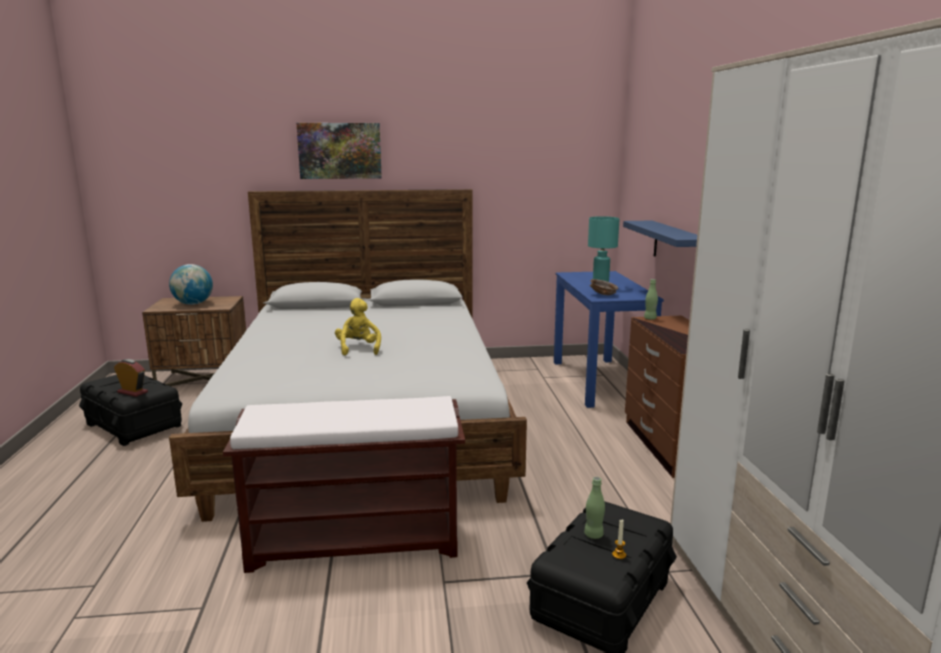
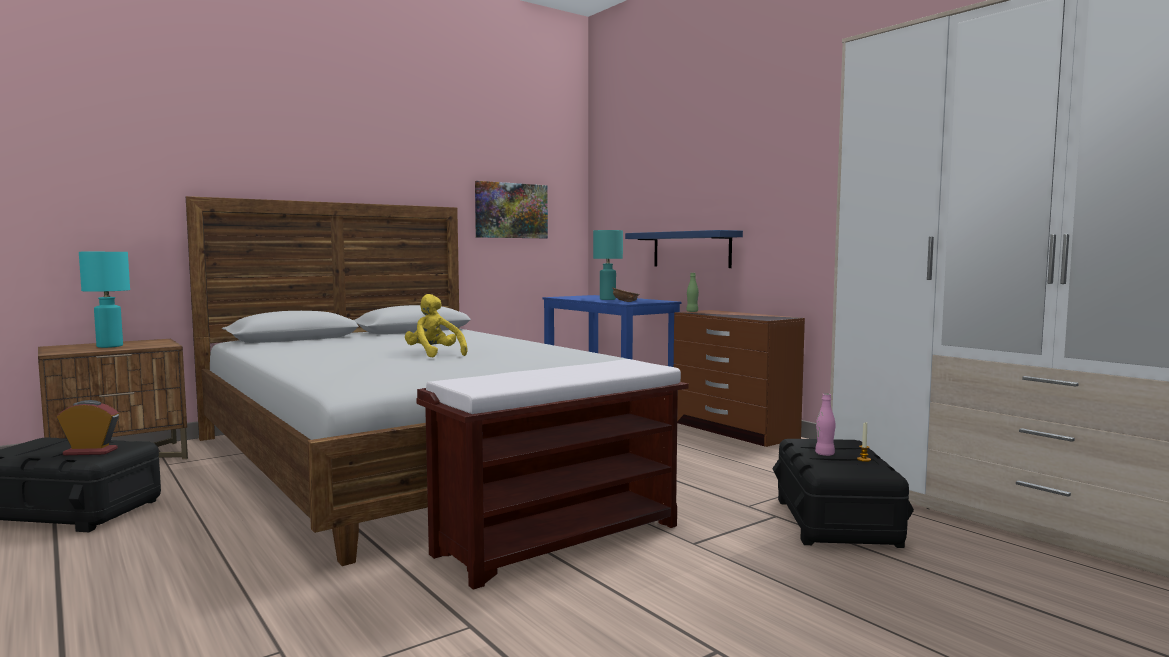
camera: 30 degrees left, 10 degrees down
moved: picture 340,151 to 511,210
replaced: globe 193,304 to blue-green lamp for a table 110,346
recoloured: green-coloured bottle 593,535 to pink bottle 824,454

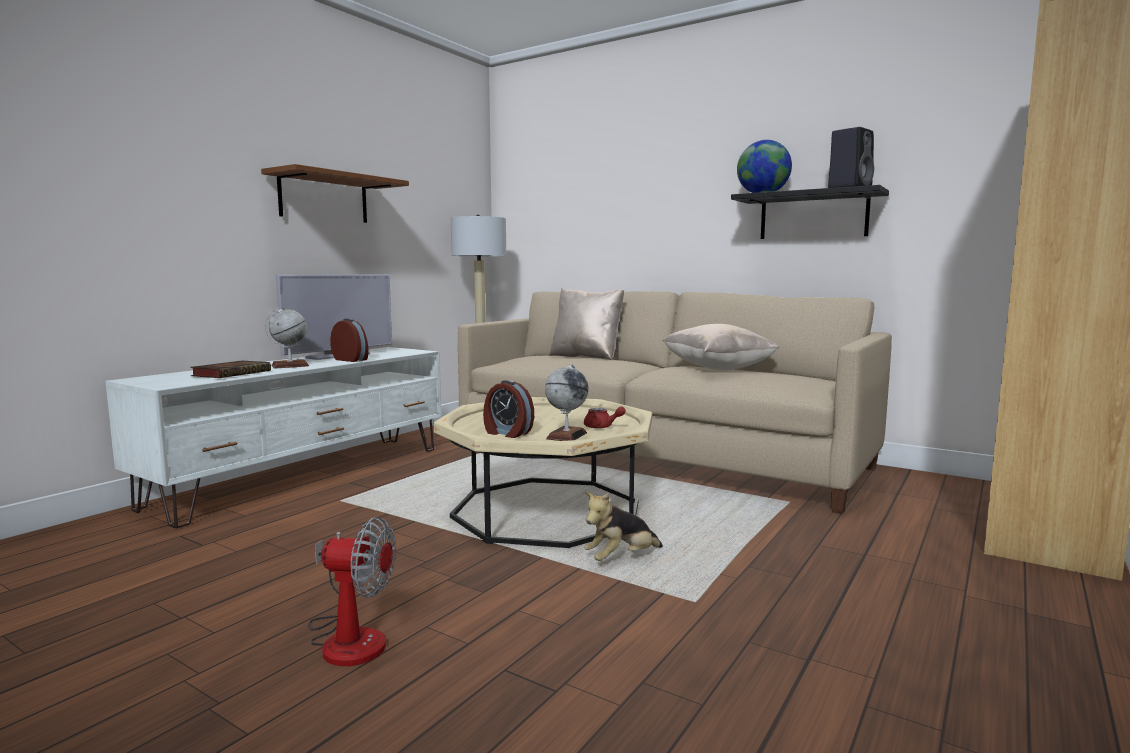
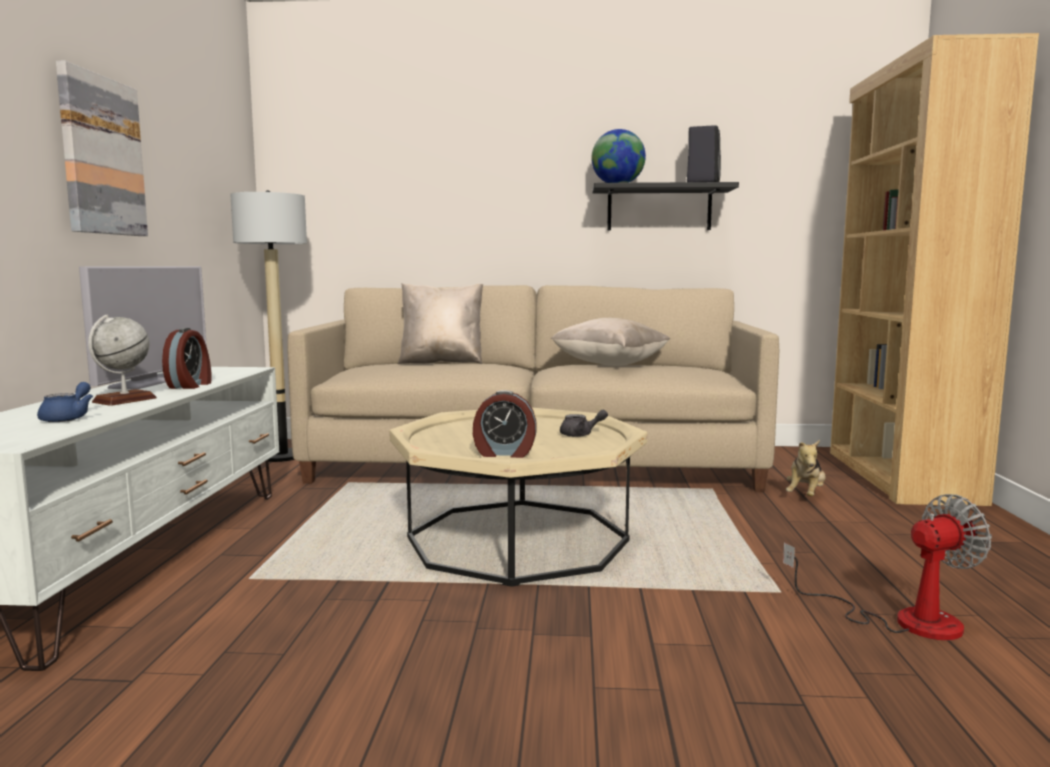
camera: 30 degrees left, 0 degrees up
removed: globe 566,436
moved: cooling fan 349,637 to 903,620; soft toy 621,559 to 806,495
replaced: bound book 233,373 to blue-coloured tea pot 68,418; brown bracket shelf 324,198 to picture 101,156
recoloured: red tea pot 602,427 to gray tea pot 581,435
turned: alarm clock 351,360 = 190,385 90 degrees clockwise

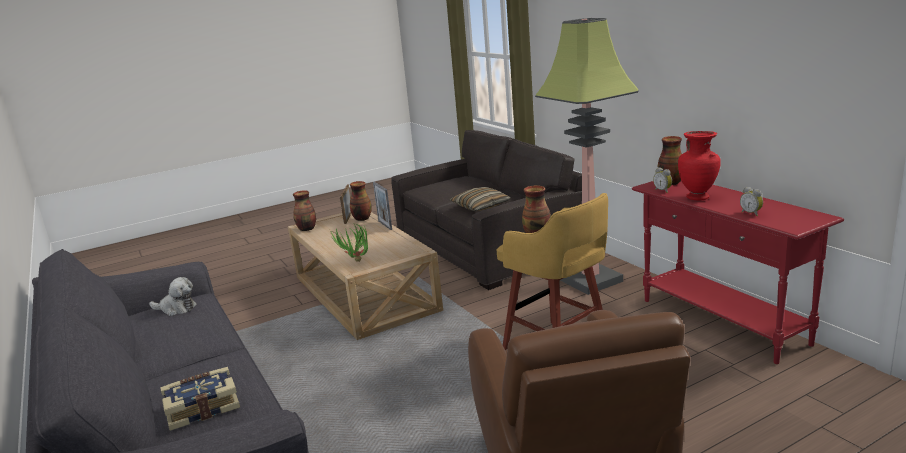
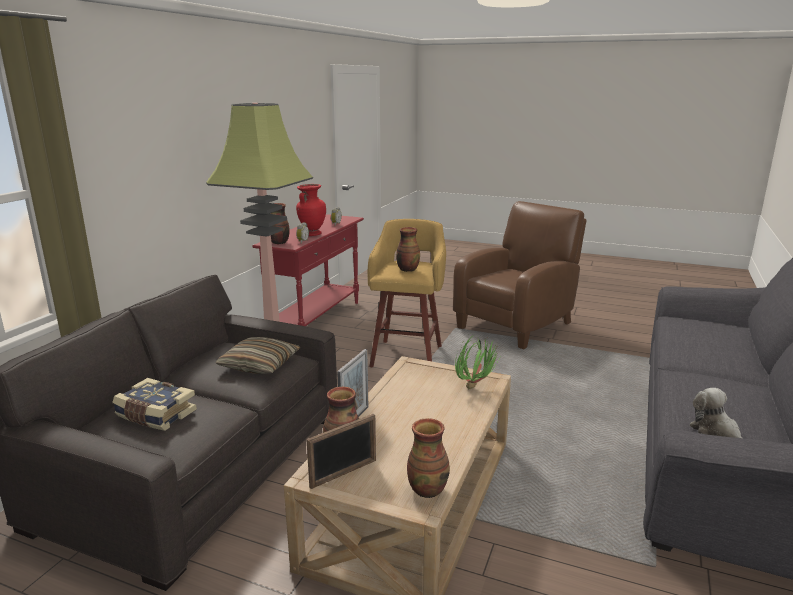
camera: 130 degrees left, 0 degrees up
moved: bound book 202,407 to 155,415

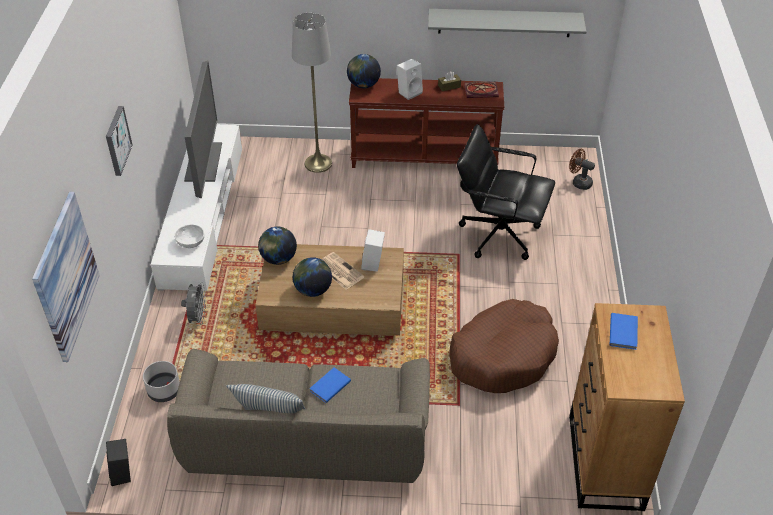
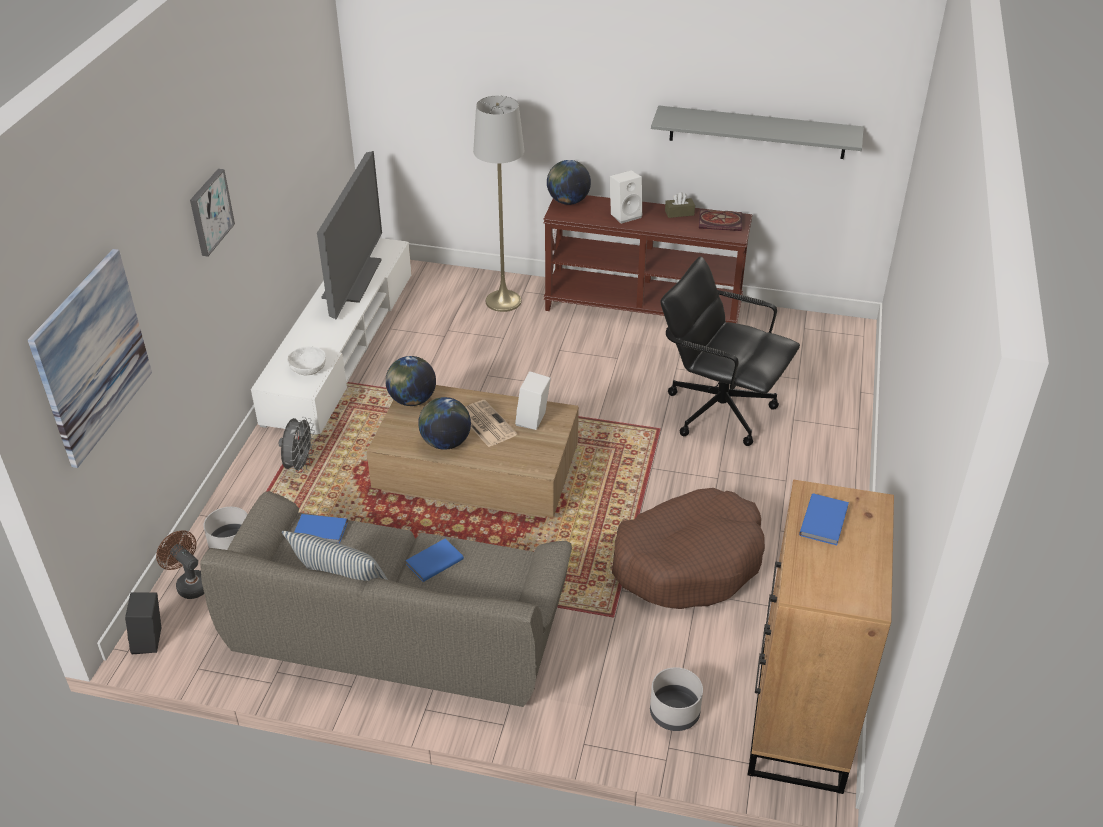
camera: 10 degrees right, 5 degrees down
added: blue-coloured bound book 321,531; gray planter 674,713
moved: brown cooling fan 579,182 to 190,584

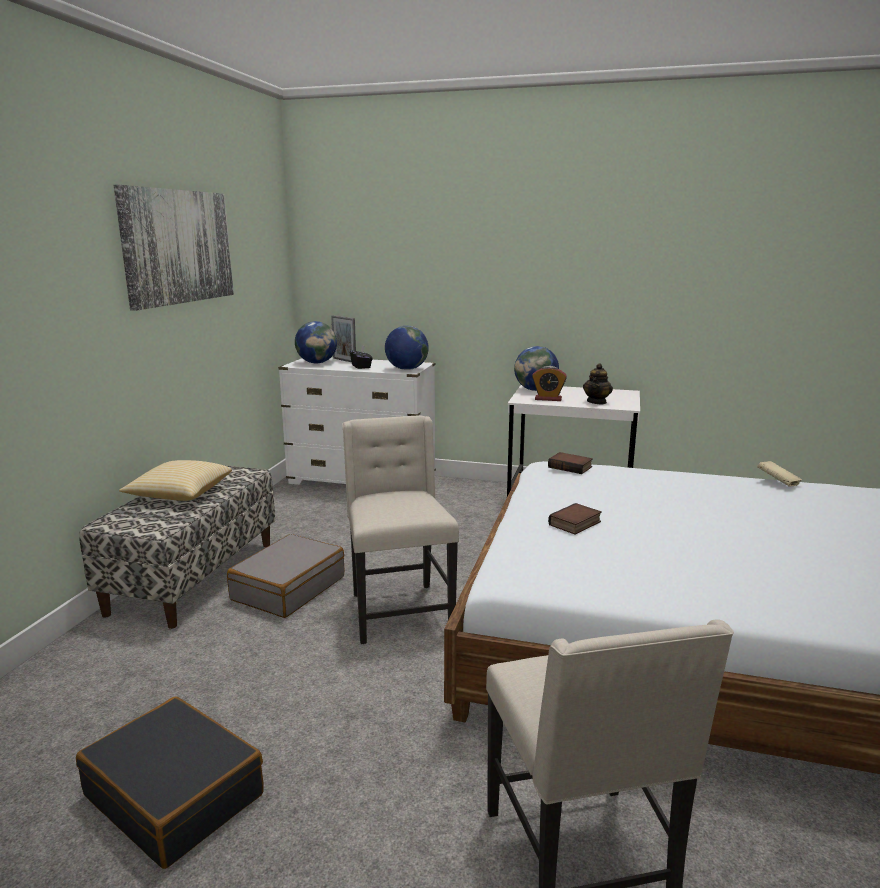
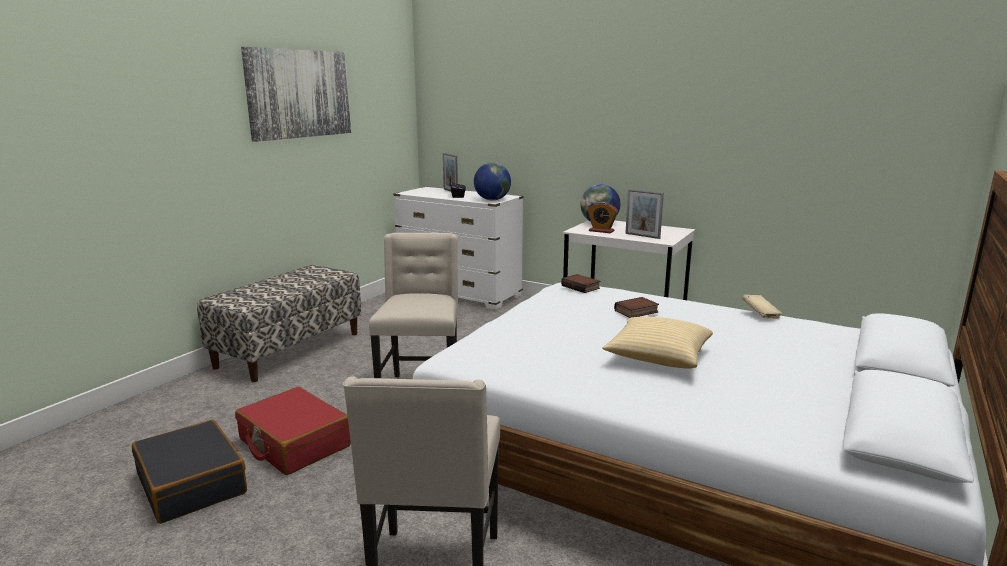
camera: 15 degrees right, 0 degrees up
removed: gray piece of luggage 288,588; globe 317,363
added: red piece of luggage 294,443
moved: throw pillow 180,494 to 658,357; bound book 575,524 to 636,312
replaced: tea pot 597,402 to picture frame 642,236

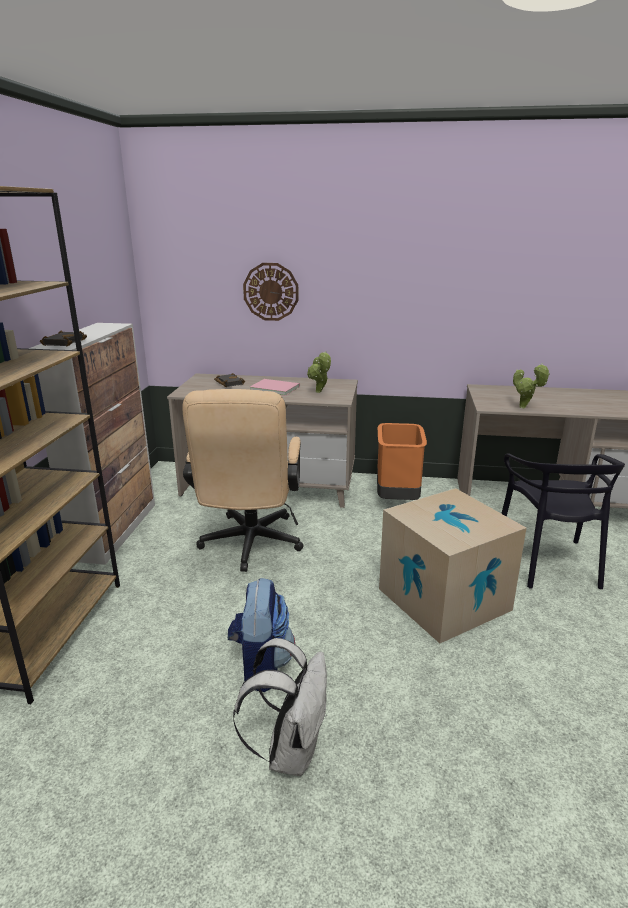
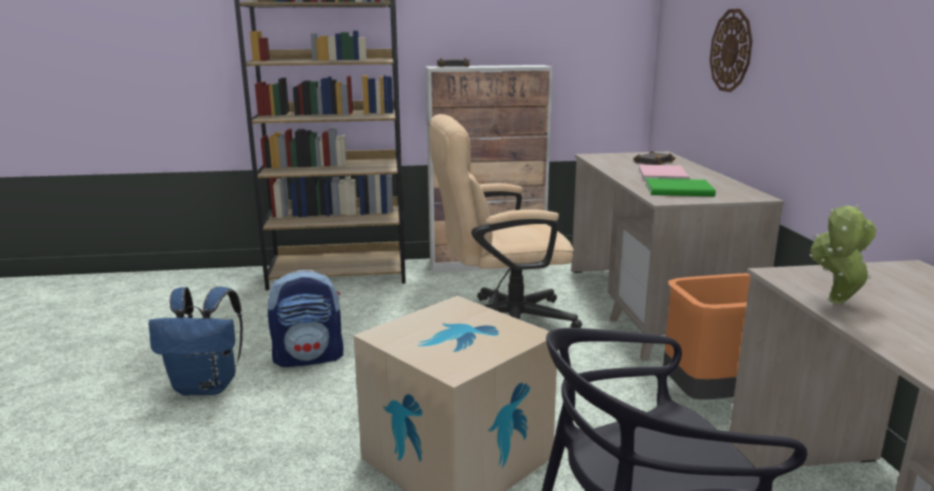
camera: 75 degrees right, 5 degrees down
replaced: potted plant 319,392 to green-coloured bound book 681,190
recoloured: whitish rucksack 290,750 to blue-coloured rucksack 208,386

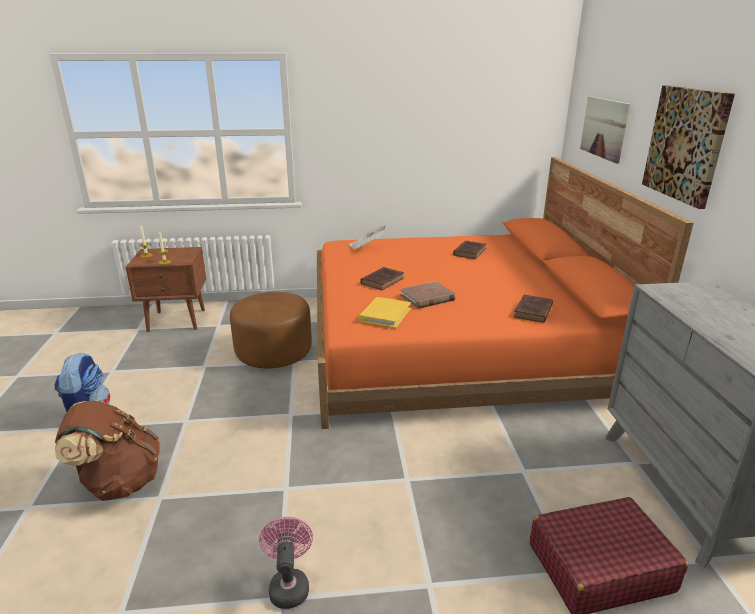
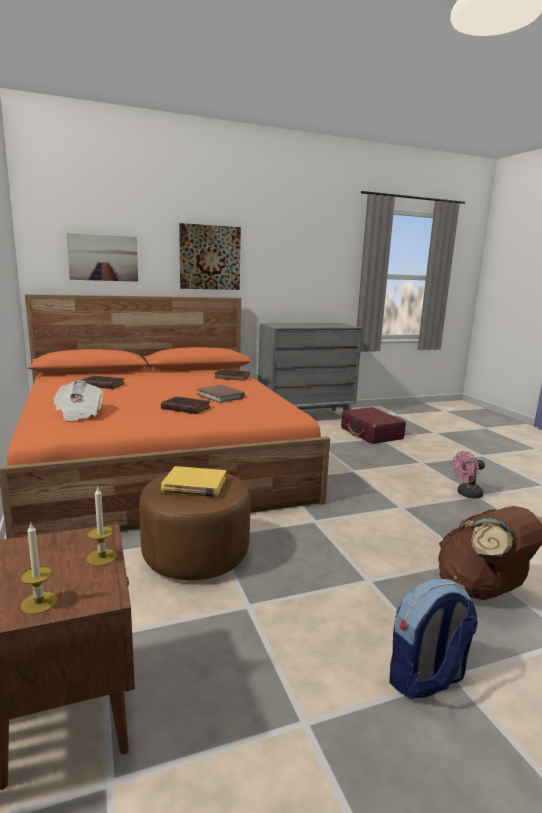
camera: 105 degrees left, 10 degrees down
moved: yellow bound book 385,315 to 194,485

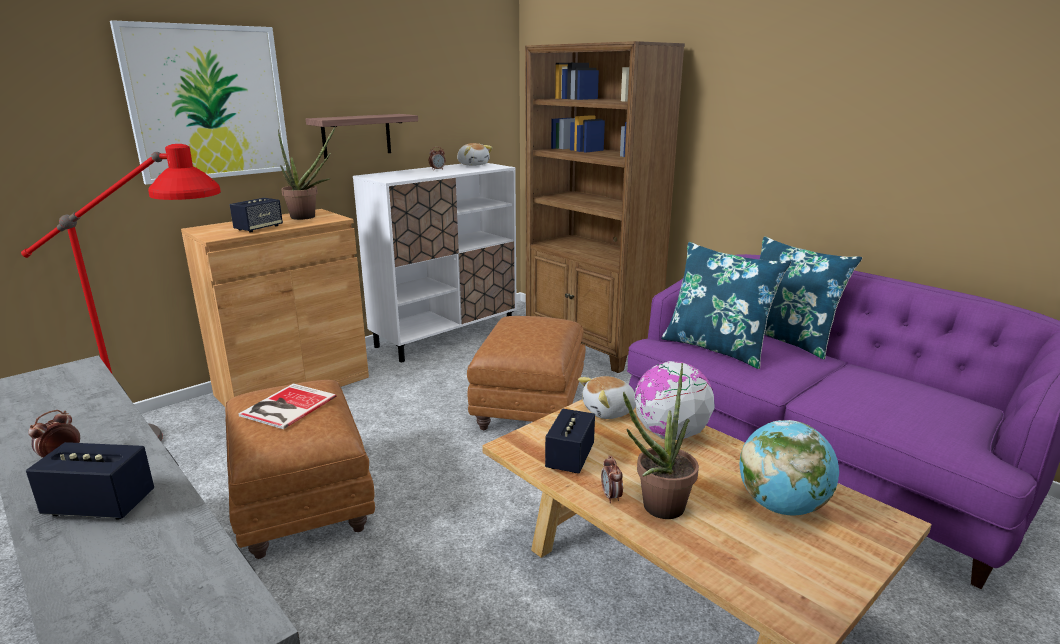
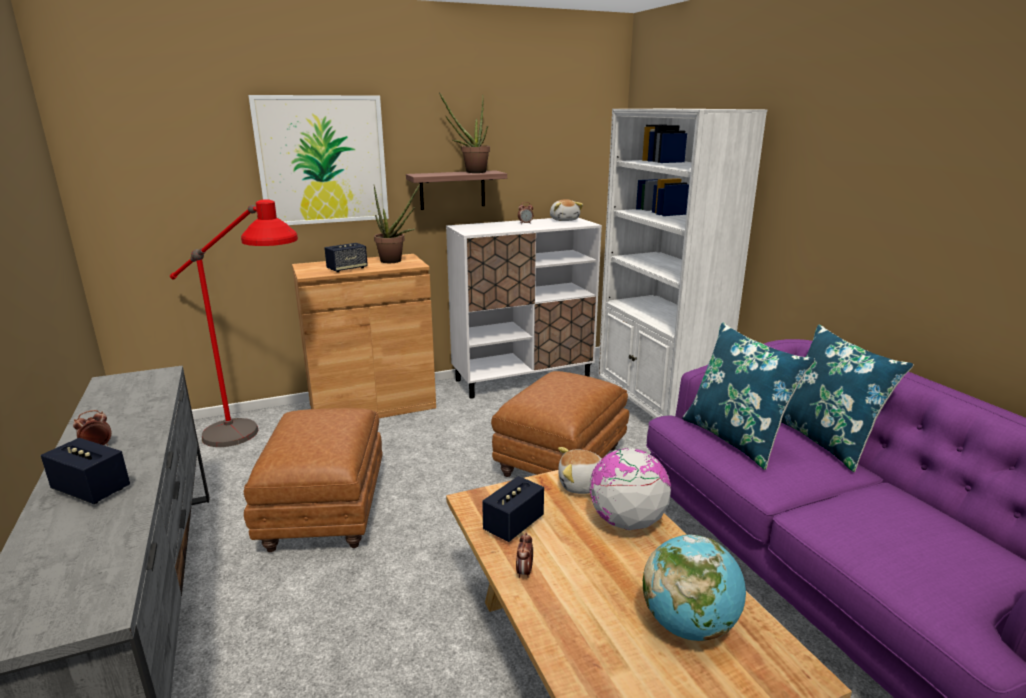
camera: 20 degrees right, 0 degrees up
removed: bound book 286,406
moved: potted plant 657,510 to 471,172
recoloured: brown bookshelf 591,346 to whitish bookshelf 656,409

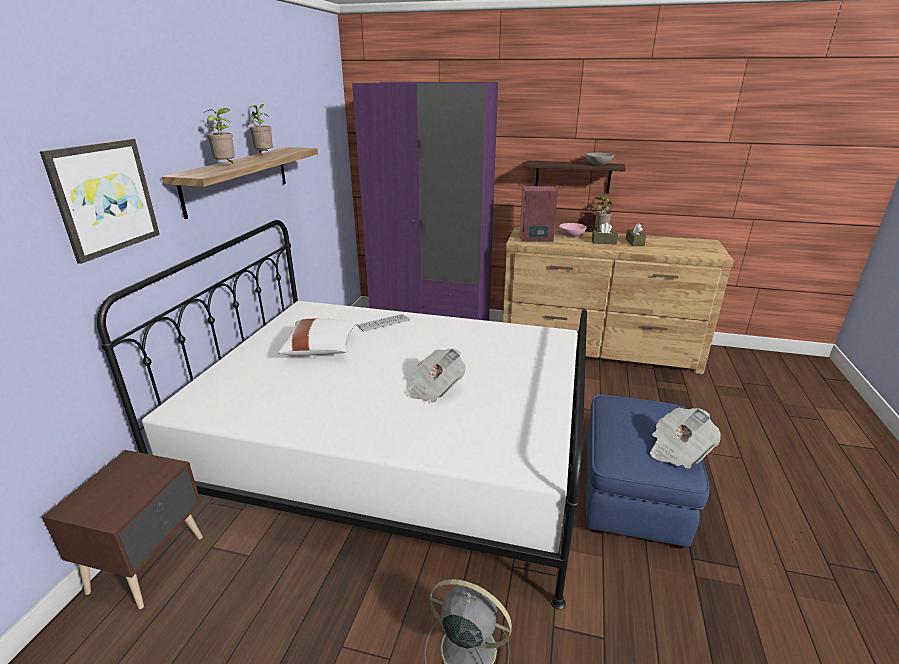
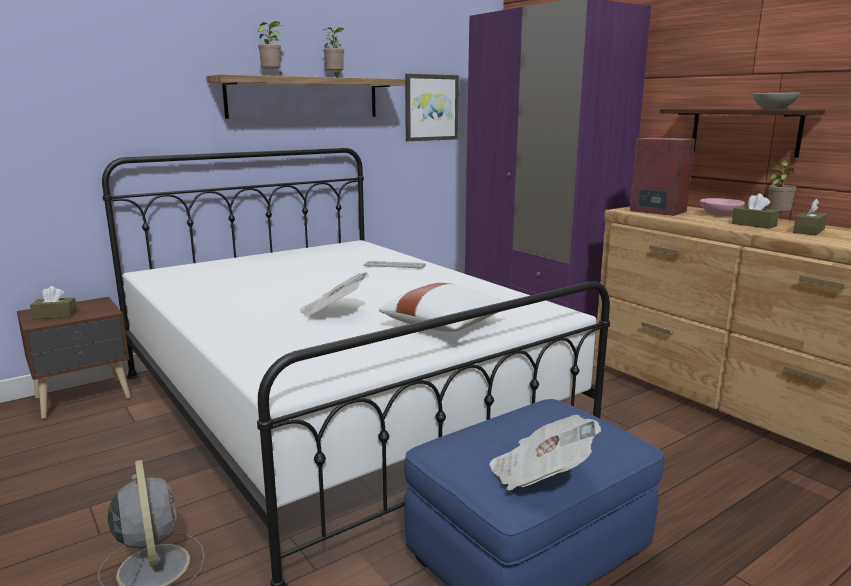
camera: 40 degrees right, 10 degrees down
added: brown tissue holder 55,315
moved: picture 104,198 to 431,107; whitish throw pillow 321,348 to 446,326

